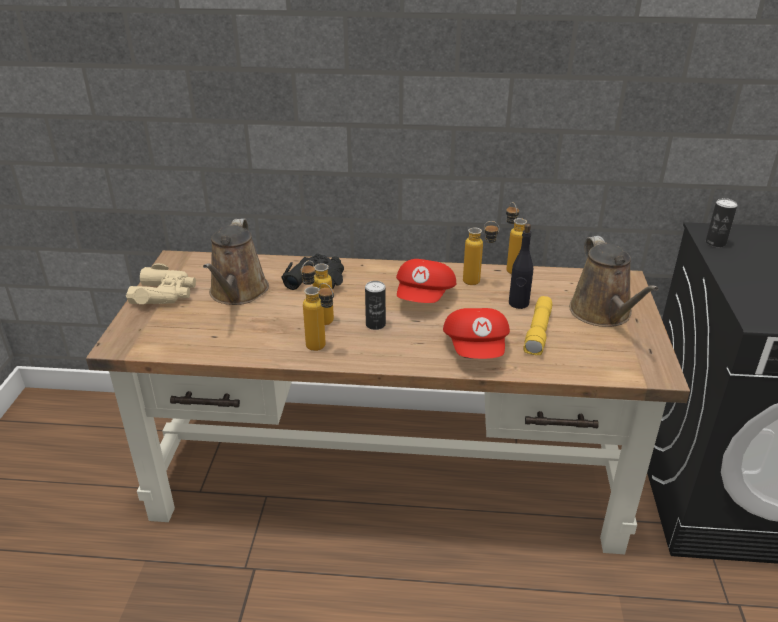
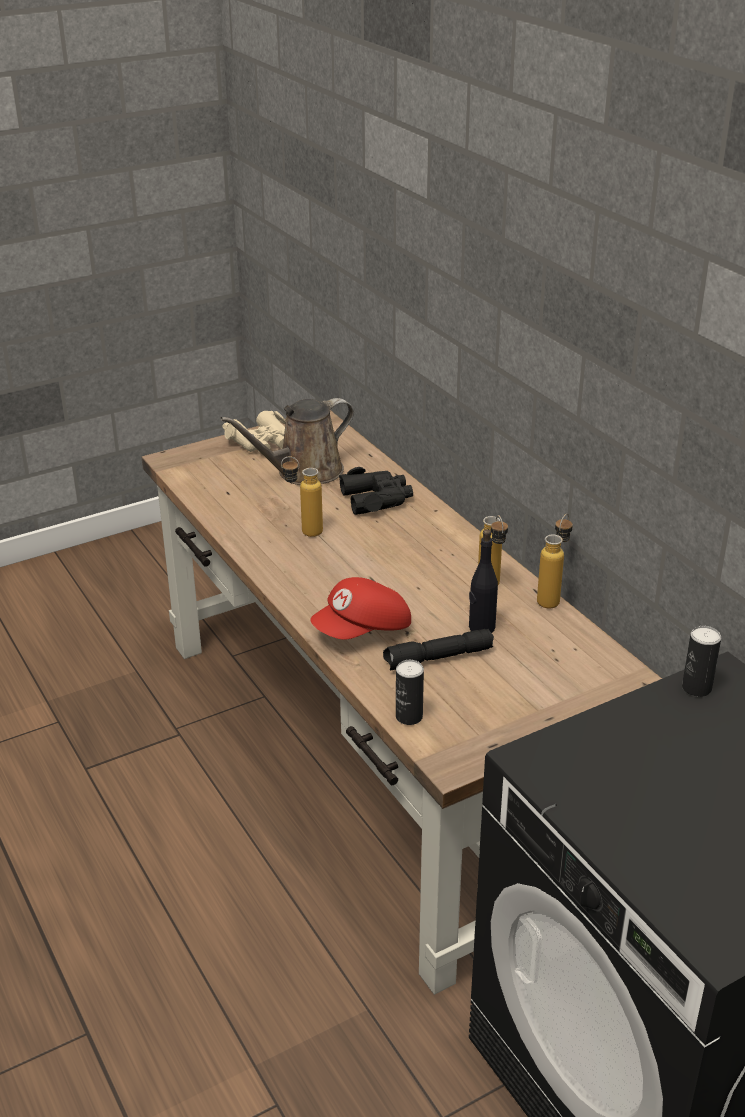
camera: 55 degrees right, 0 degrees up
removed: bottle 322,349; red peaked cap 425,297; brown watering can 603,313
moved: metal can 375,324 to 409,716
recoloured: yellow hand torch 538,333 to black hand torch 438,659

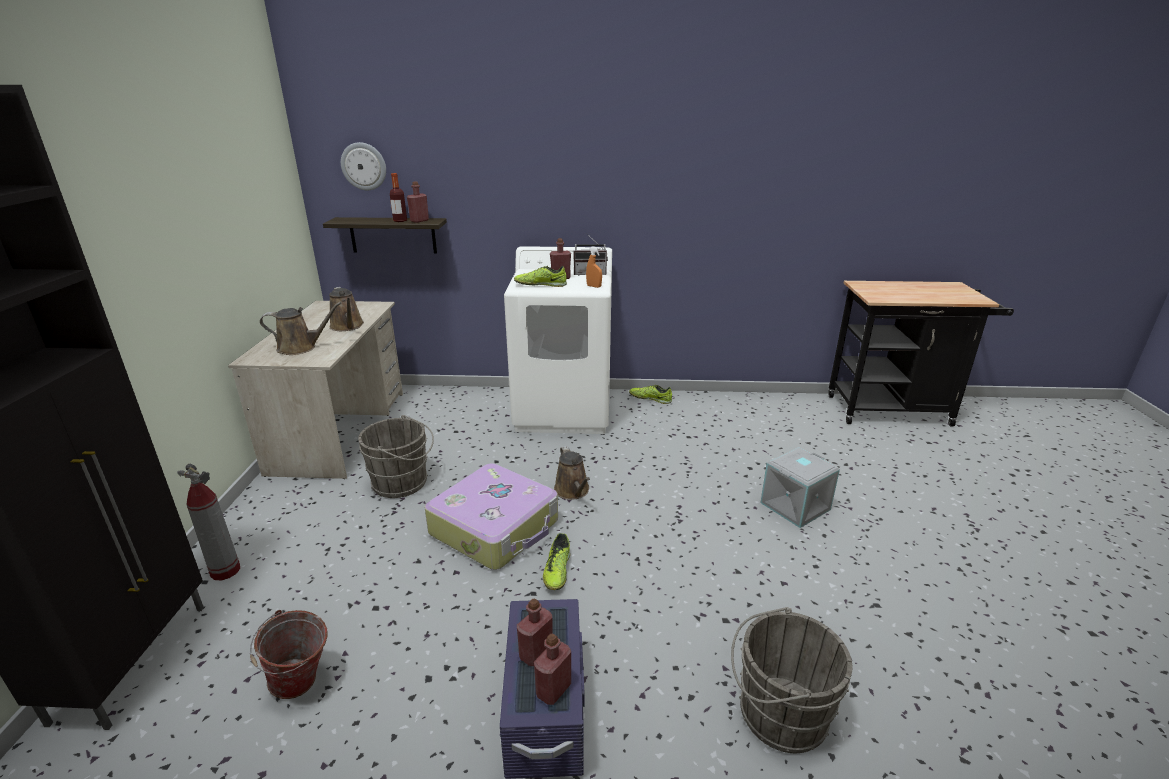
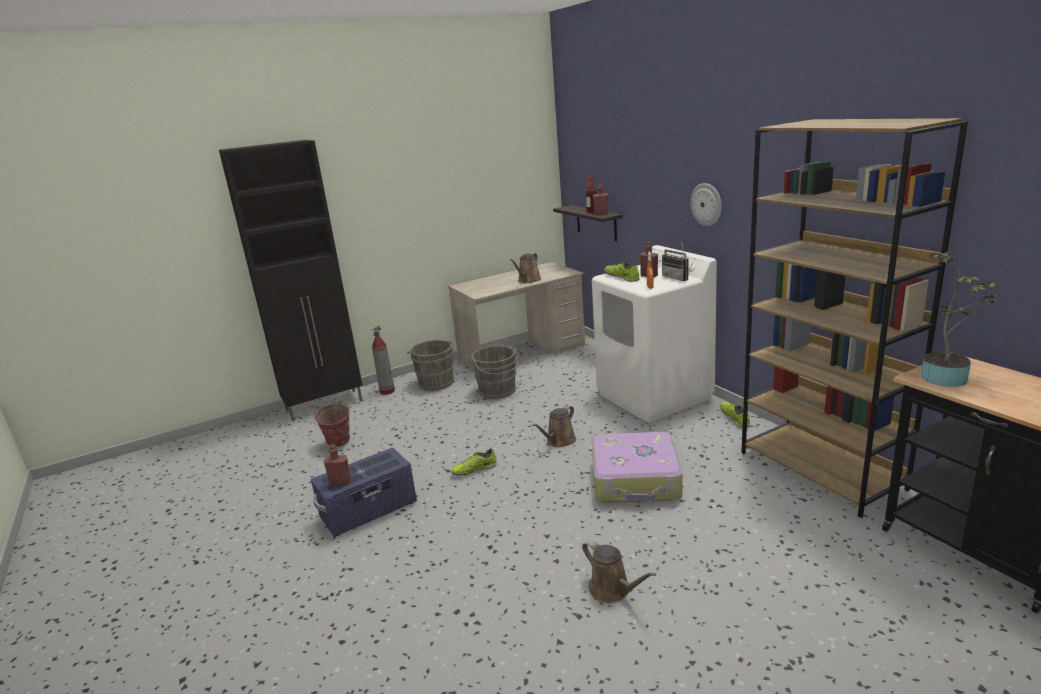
camera: 60 degrees right, 5 degrees down
removed: red bottle 536,653; gray storage container 796,507
added: brown bookshelf 821,470; potted plant 947,377
moved: brown watering can 300,348 to 612,590; wall clock 364,166 to 707,204; piece of luggage 496,527 to 636,480; gray bucket 776,713 to 435,382

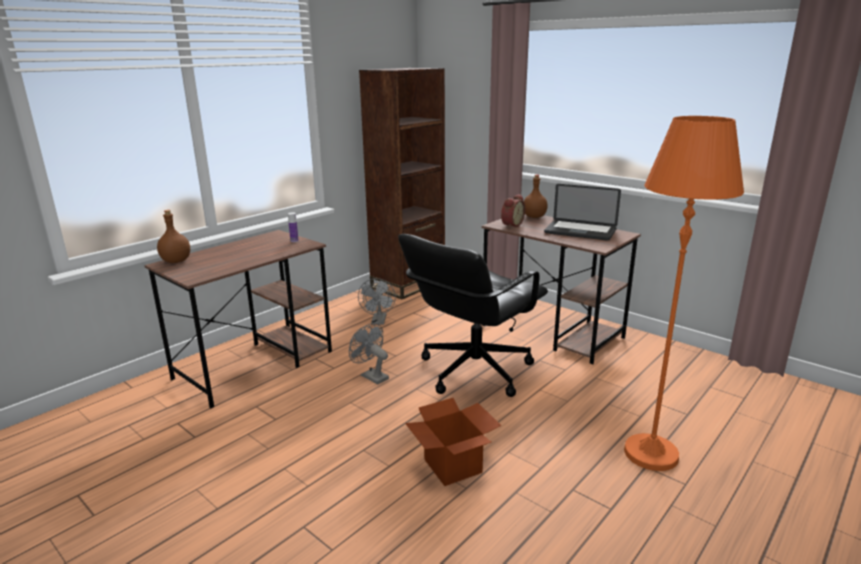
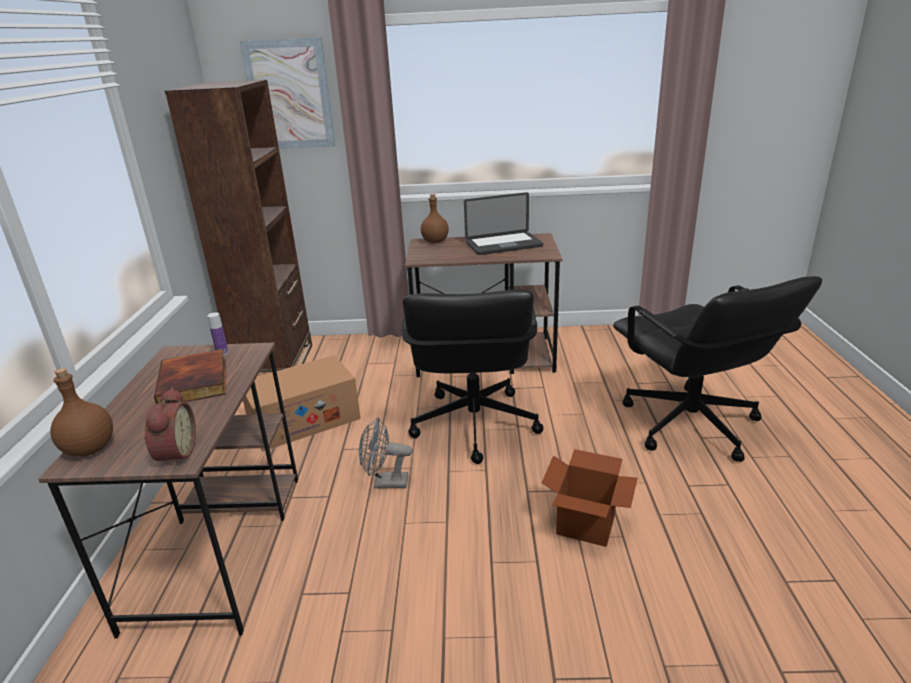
camera: 40 degrees left, 5 degrees up
added: bound book 195,382; picture 289,95
moved: alarm clock 511,225 to 174,454
replaced: gray cooling fan 379,321 to carton 304,420; orange-coloured standing lamp 651,453 to black desk chair 690,425

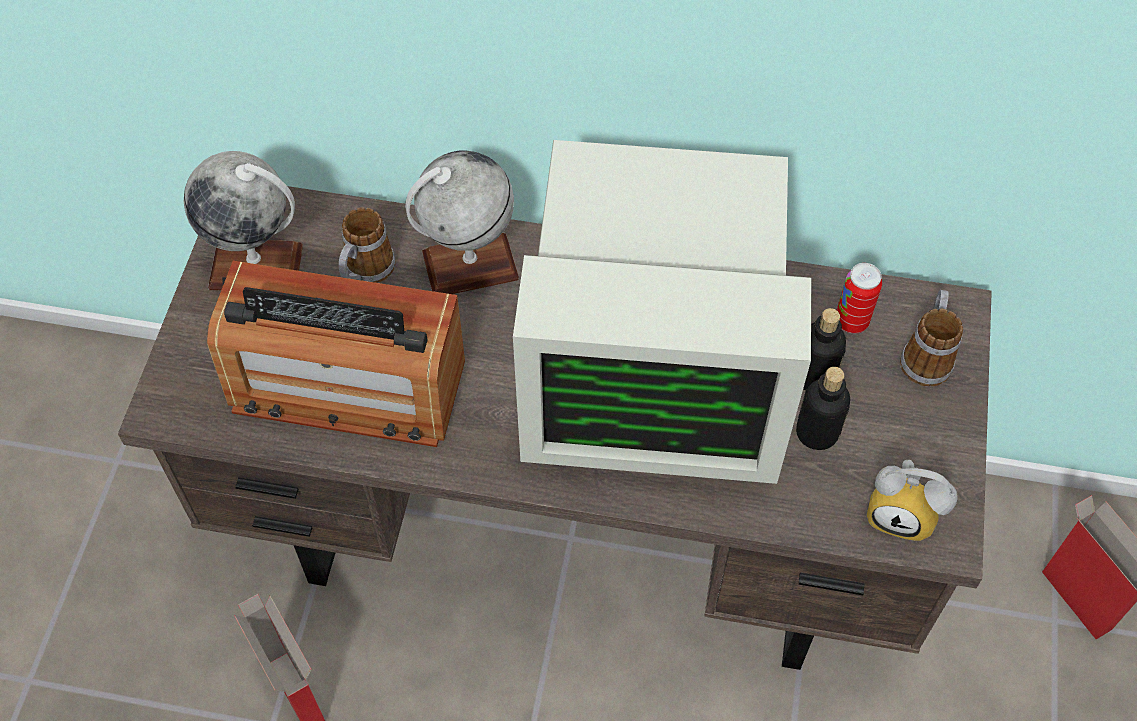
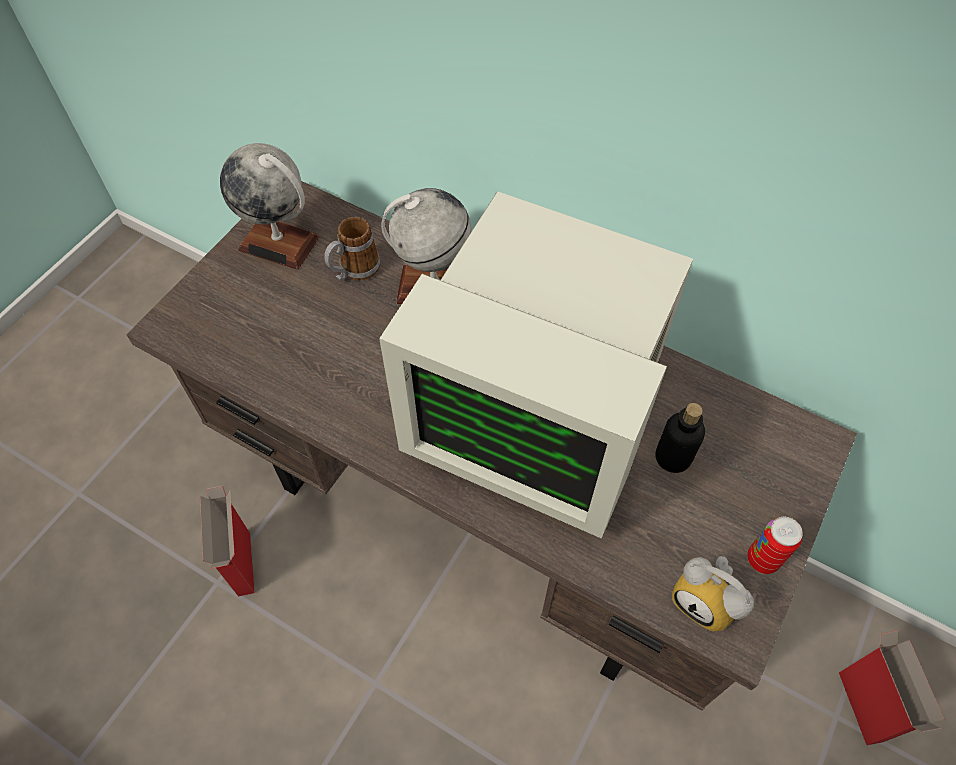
camera: 20 degrees right, 0 degrees up
removed: radio set 347,385; bottle 817,432; coffee mug 926,355
moved: metal can 851,321 to 762,559

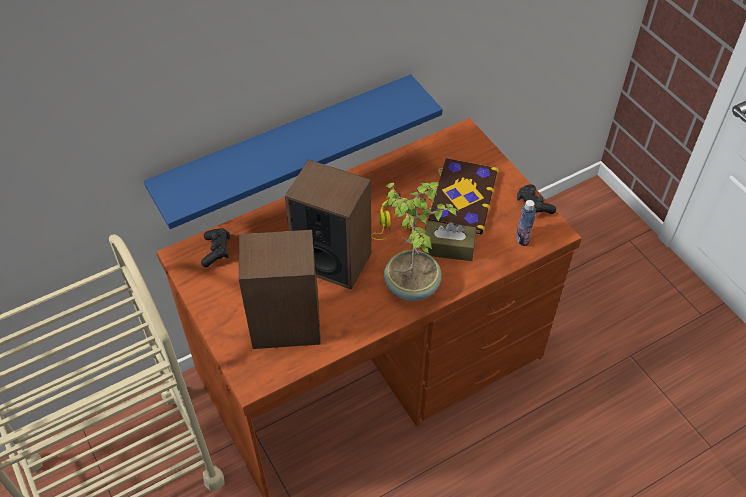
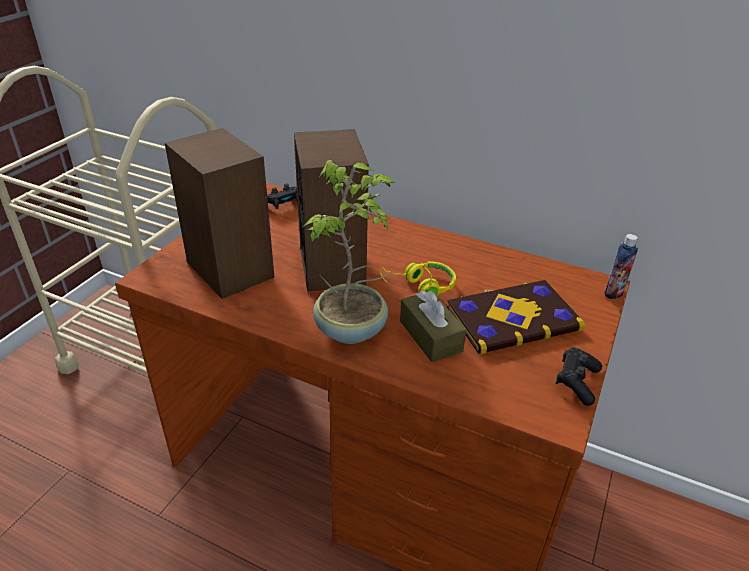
camera: 55 degrees right, 15 degrees down
removed: blue-coloured bracket shelf 286,147
moved: bottle 522,238 to 613,293

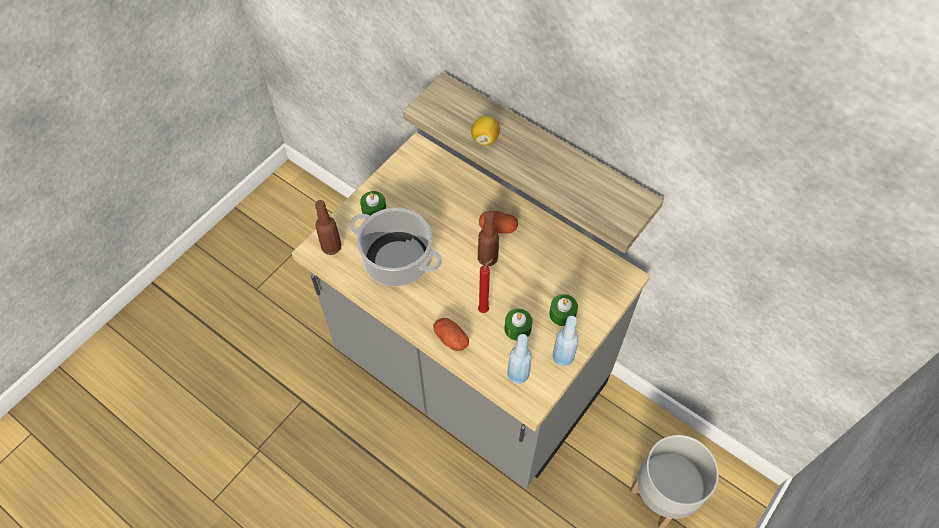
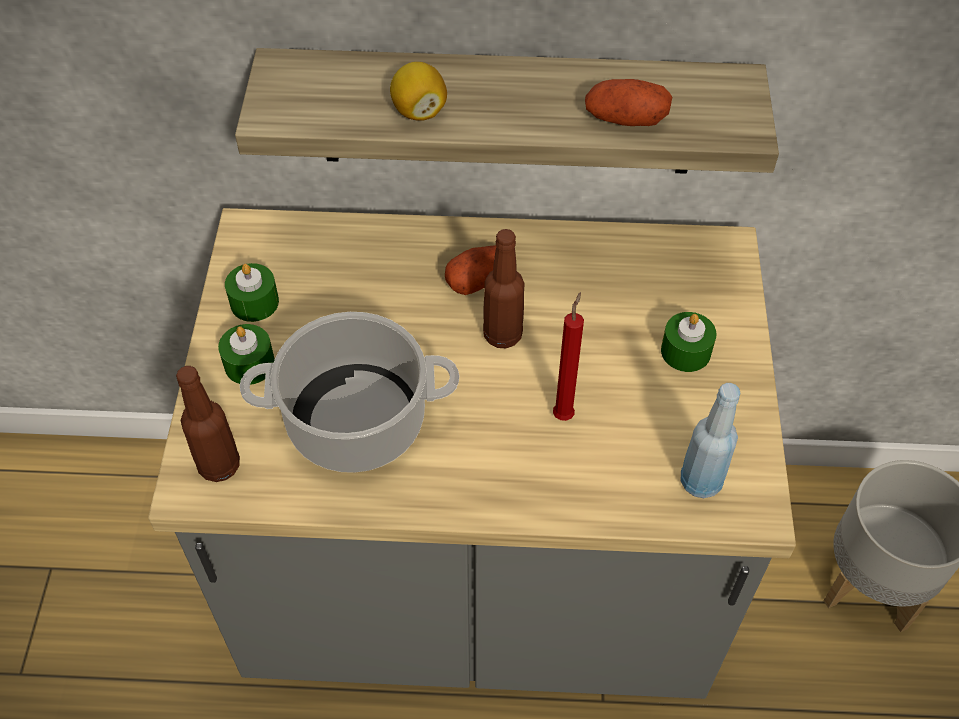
camera: 35 degrees left, 5 degrees down
removed: blue-coloured bottle 563,357
moved: whole potato 451,338 to 625,119; green-coloured wax light 517,328 to 254,302

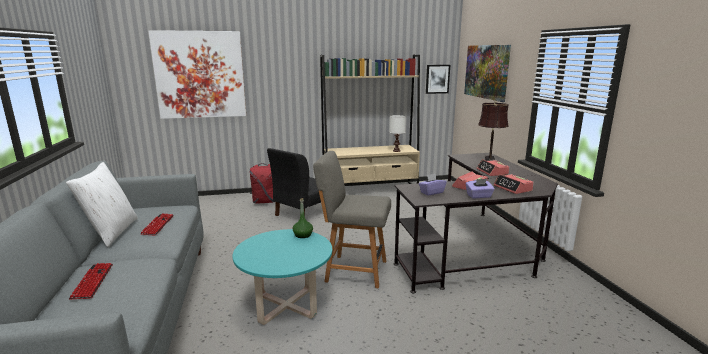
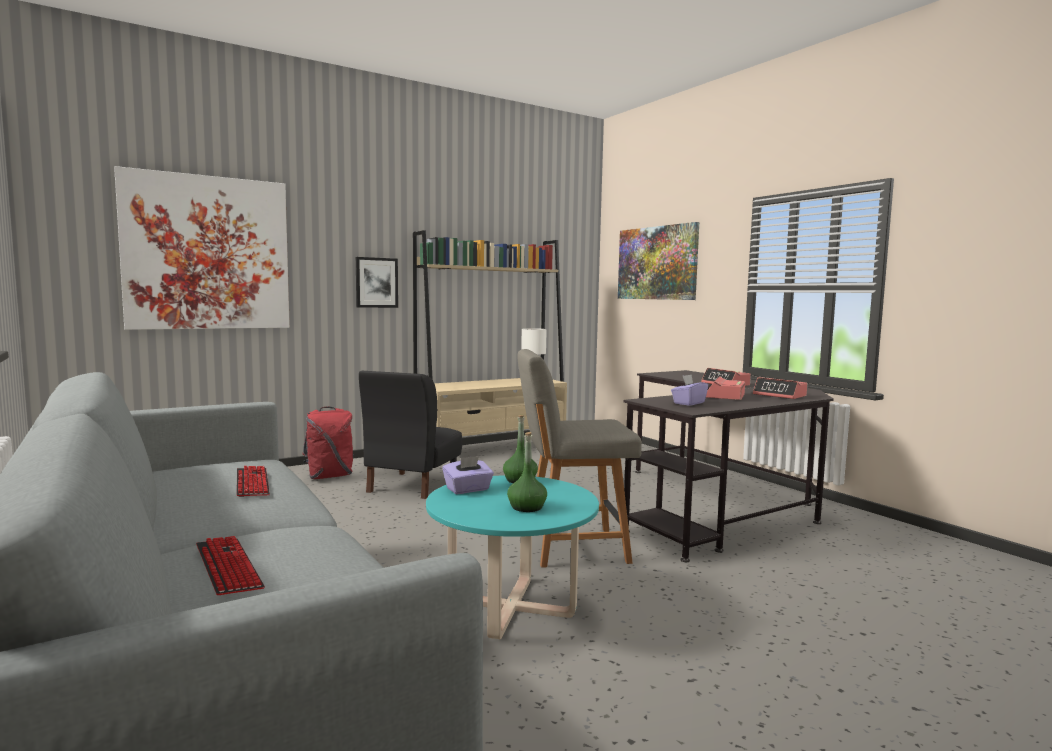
camera: 20 degrees left, 10 degrees down
removed: whitish throw pillow 111,232; brown lamp for a table 489,159
added: green-coloured bottle 526,507
moved: picture 437,79 to 376,282; purple tissue holder 479,196 to 468,489

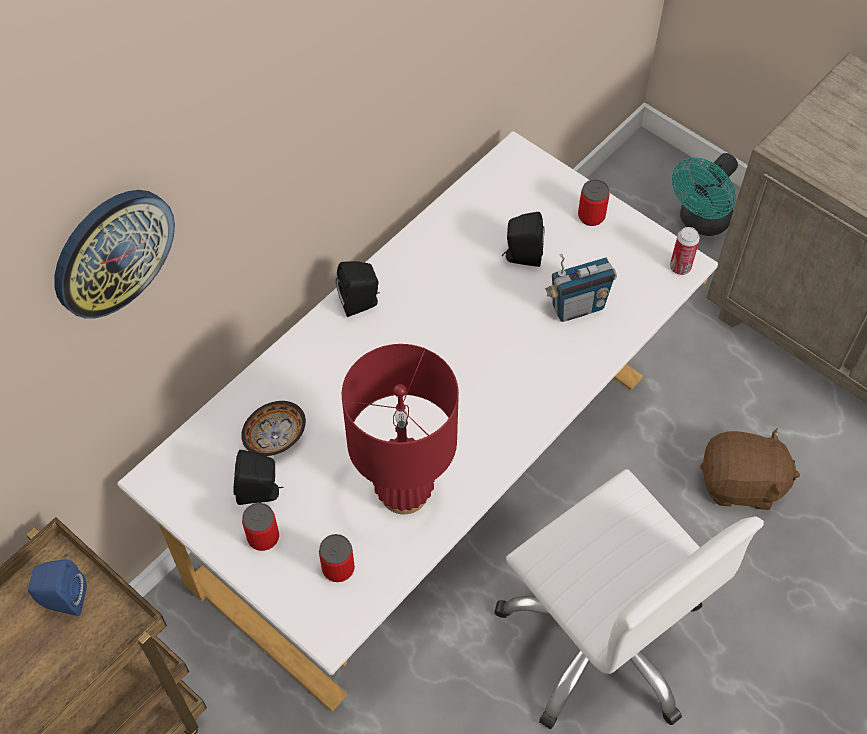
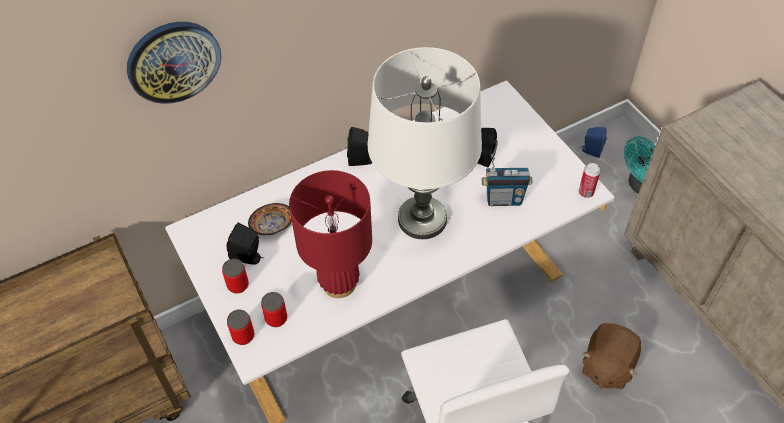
camera: 20 degrees right, 5 degrees down
added: whitish lamp for a table 422,219
moved: blue-coloured speaker 62,600 to 590,151; metal can 591,216 to 243,336
turned: brown soft toy 741,484 = 606,366 90 degrees clockwise

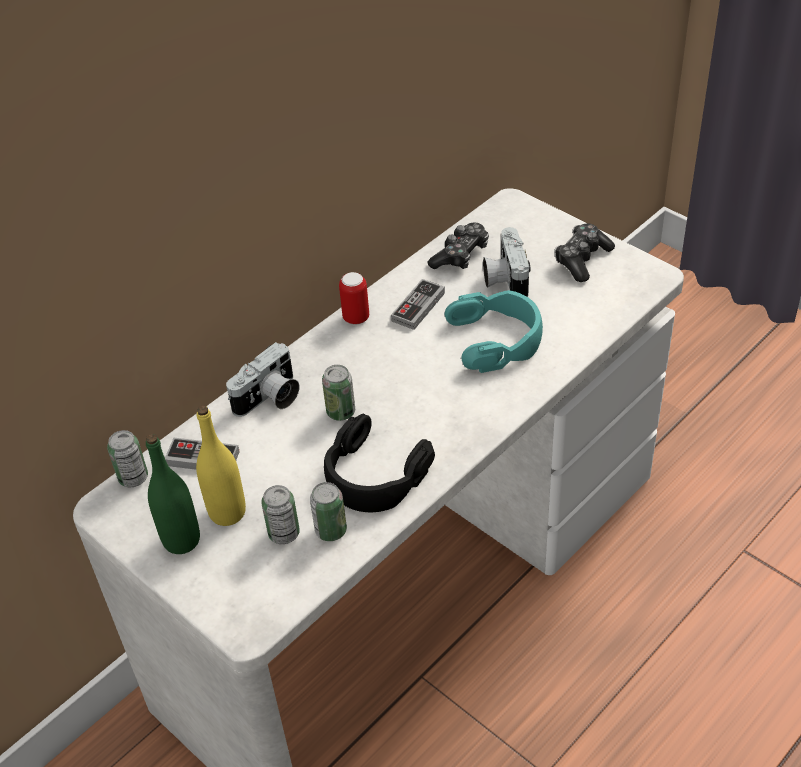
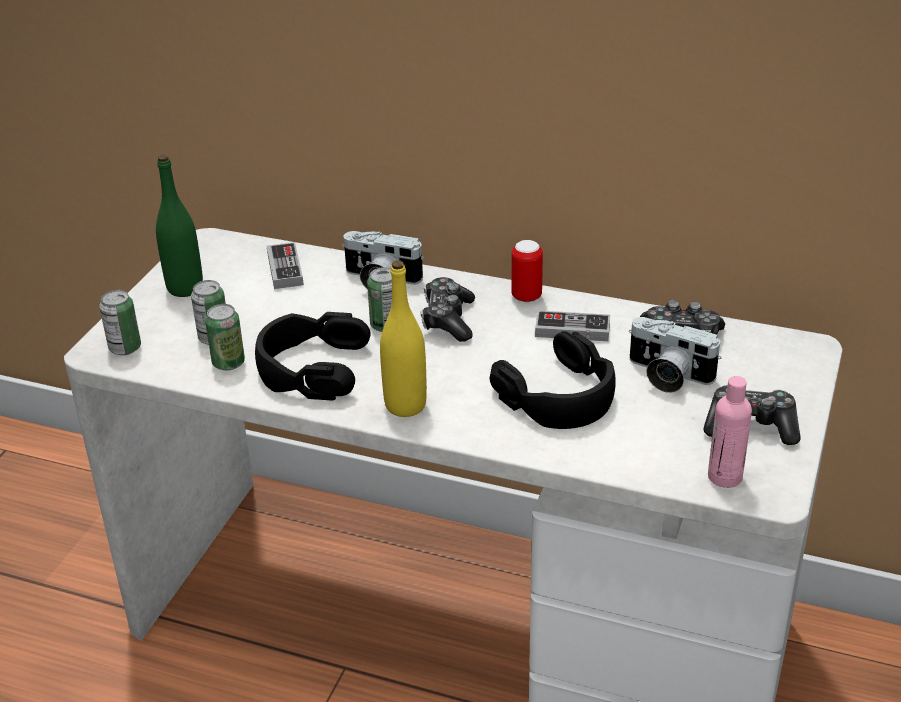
camera: 65 degrees right, 10 degrees down
added: game controller 448,319; pink bottle 724,477
moved: metal can 133,477 to 125,348; yellow bottle 227,512 to 405,405
recoloured: blue-green pair of headphones 497,339 to black pair of headphones 559,396
turned: still camera 504,278 = 667,376 120 degrees counterclockwise

